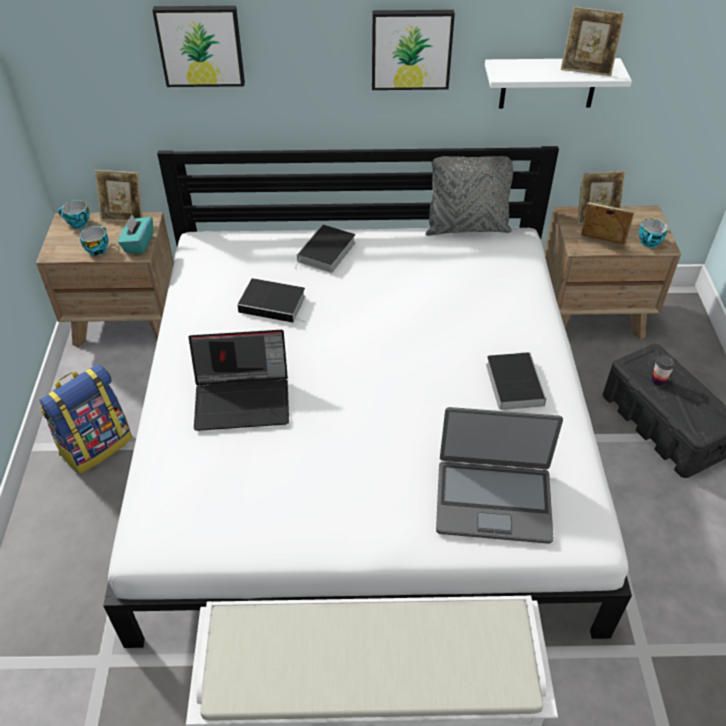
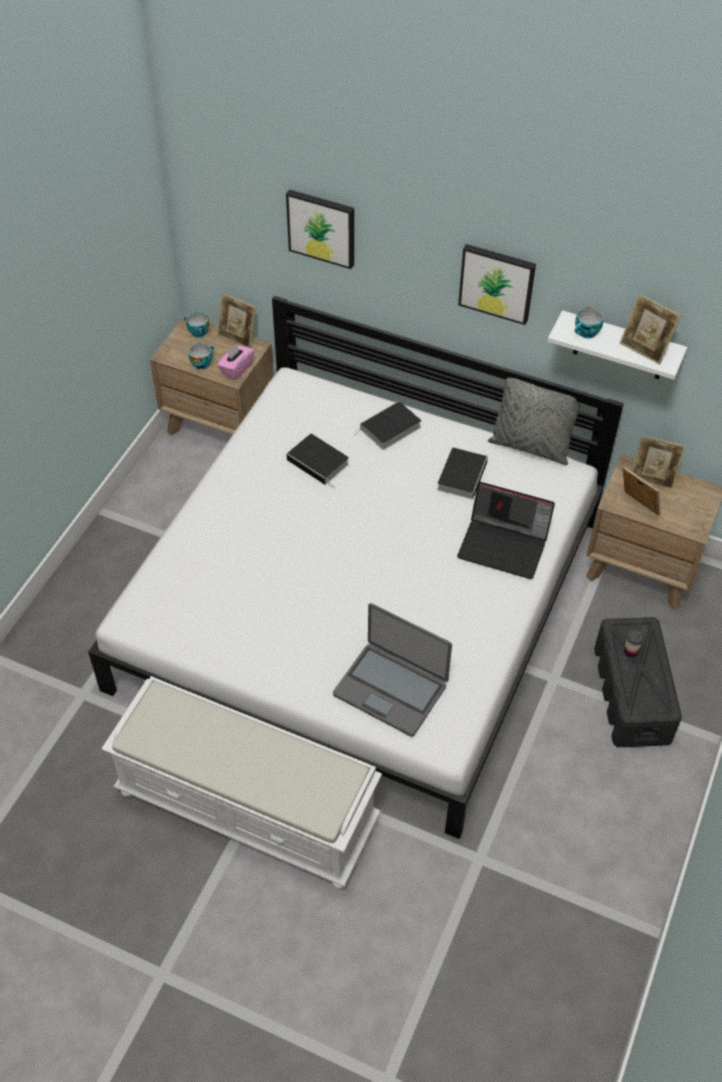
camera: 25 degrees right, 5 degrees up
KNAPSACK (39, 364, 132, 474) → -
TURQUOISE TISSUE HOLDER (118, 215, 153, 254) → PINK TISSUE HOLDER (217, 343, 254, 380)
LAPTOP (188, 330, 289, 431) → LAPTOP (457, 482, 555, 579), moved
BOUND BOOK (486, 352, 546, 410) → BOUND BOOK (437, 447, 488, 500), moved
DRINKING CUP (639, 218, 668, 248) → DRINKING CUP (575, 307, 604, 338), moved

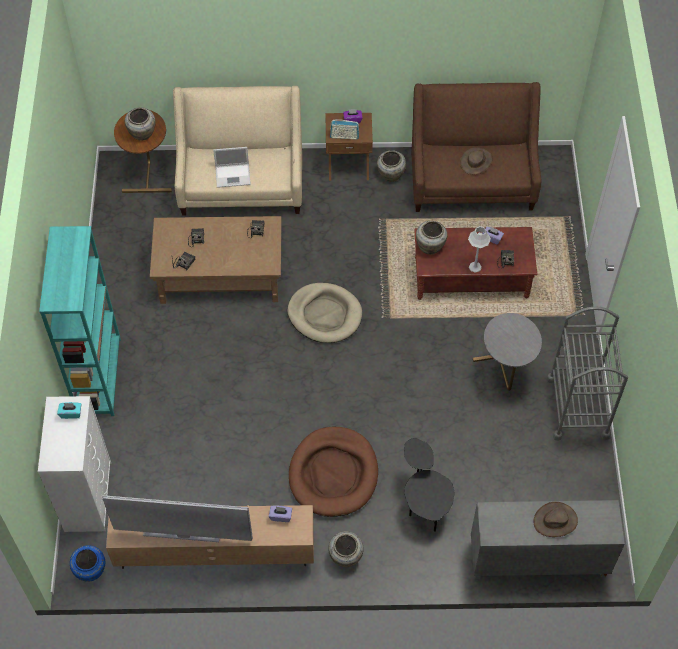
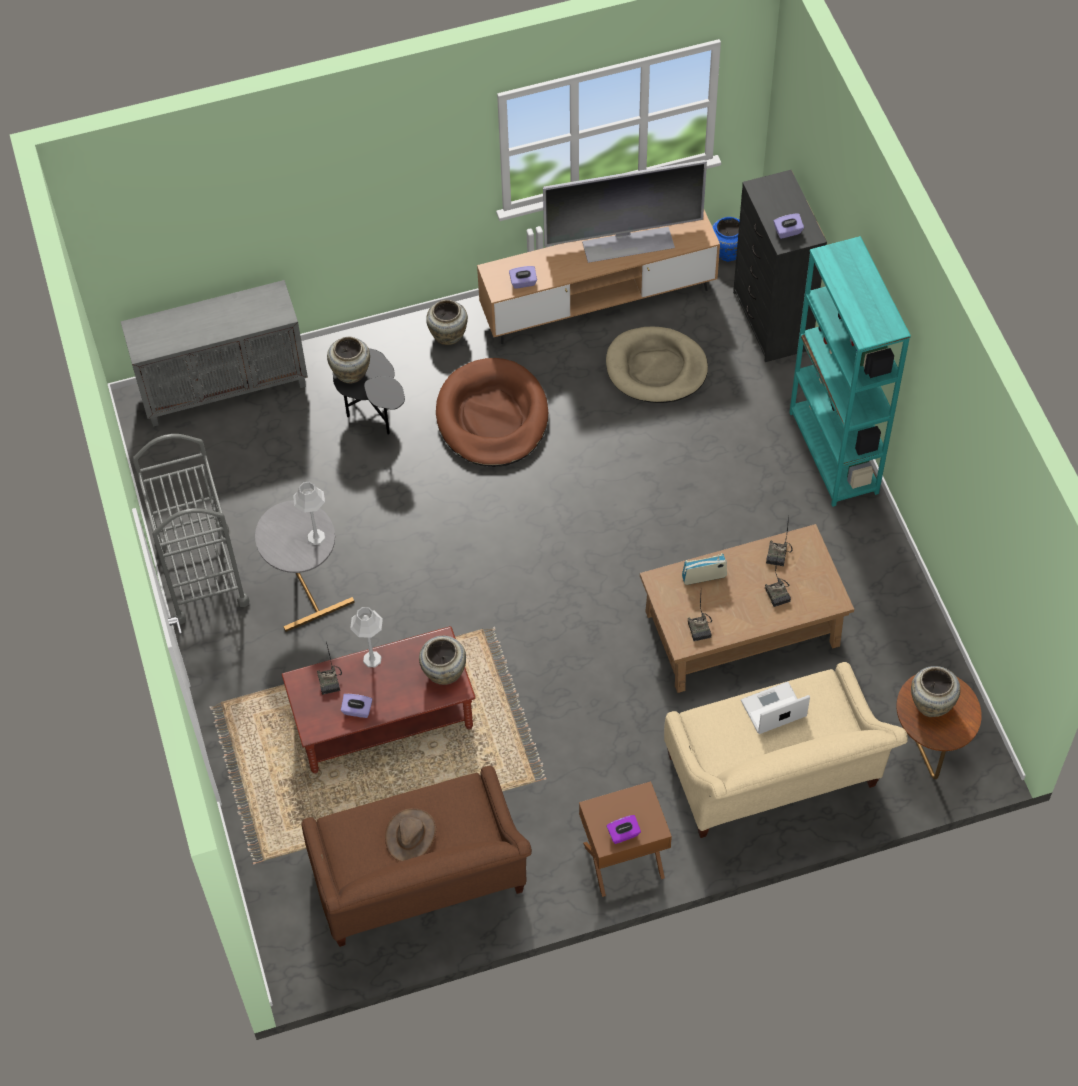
camera: 165 degrees right, 0 degrees up
WHITISH DRAWER CHEST (38, 396, 111, 532) → BLACK-COLOURED DRAWER CHEST (733, 170, 827, 362)
TURQUOISE TISSUE HOLDER (57, 402, 82, 419) → PURPLE-COLOURED TISSUE HOLDER (774, 214, 804, 239)
BEIGE DOG BED (287, 283, 362, 343) → BEIGE DOG BED (606, 327, 708, 403), moved
RADIO SET (330, 119, 359, 140) → RADIO SET (682, 553, 727, 585), moved
BEIGE FLOWER VASE (377, 150, 406, 182) → BEIGE FLOWER VASE (327, 337, 370, 384), moved
BROWN HAT (533, 502, 578, 537) → -
- → GREY LAMP FOR A TABLE (293, 482, 325, 545)

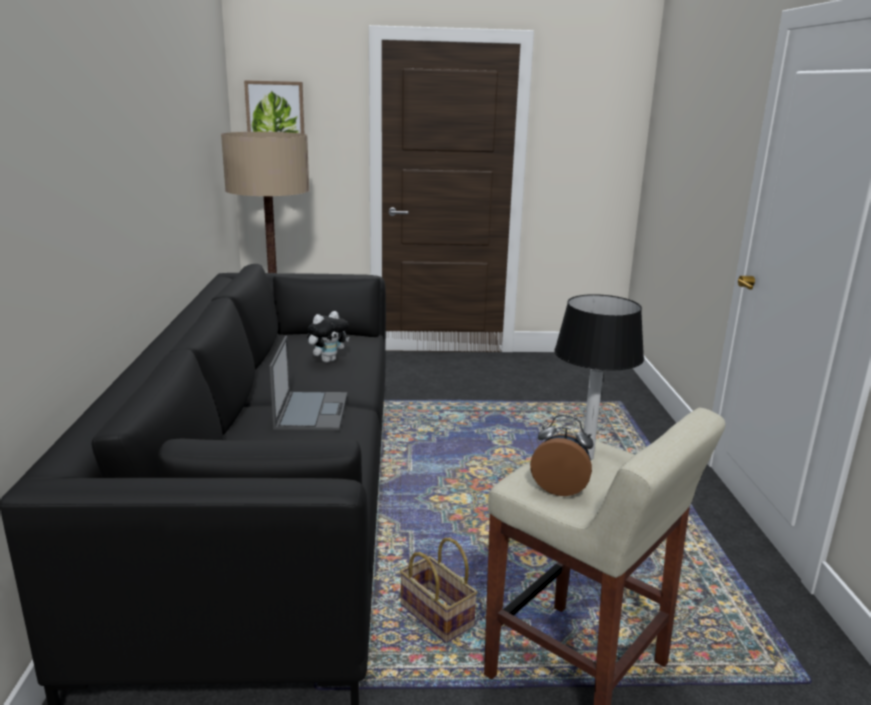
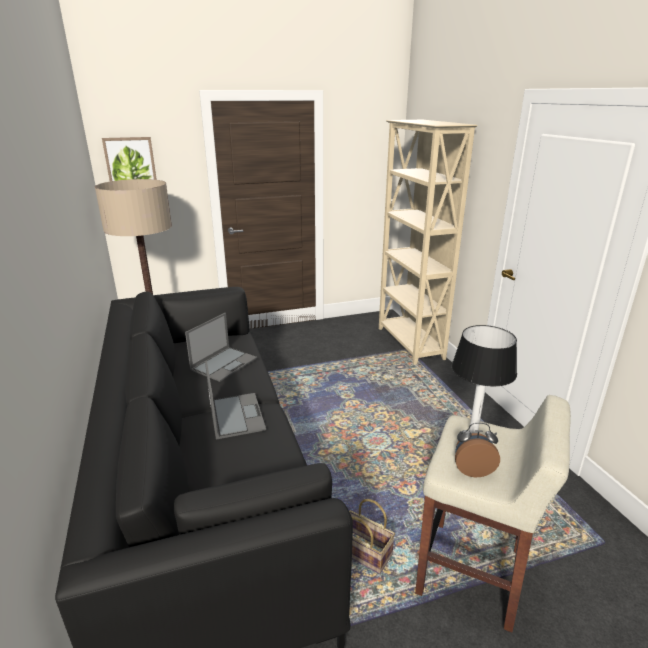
camera: 15 degrees left, 5 degrees up
PLUSH TOY (308, 311, 349, 363) → LAPTOP (185, 313, 257, 382)
- → BEIGE SHELVING UNIT (379, 120, 478, 365)

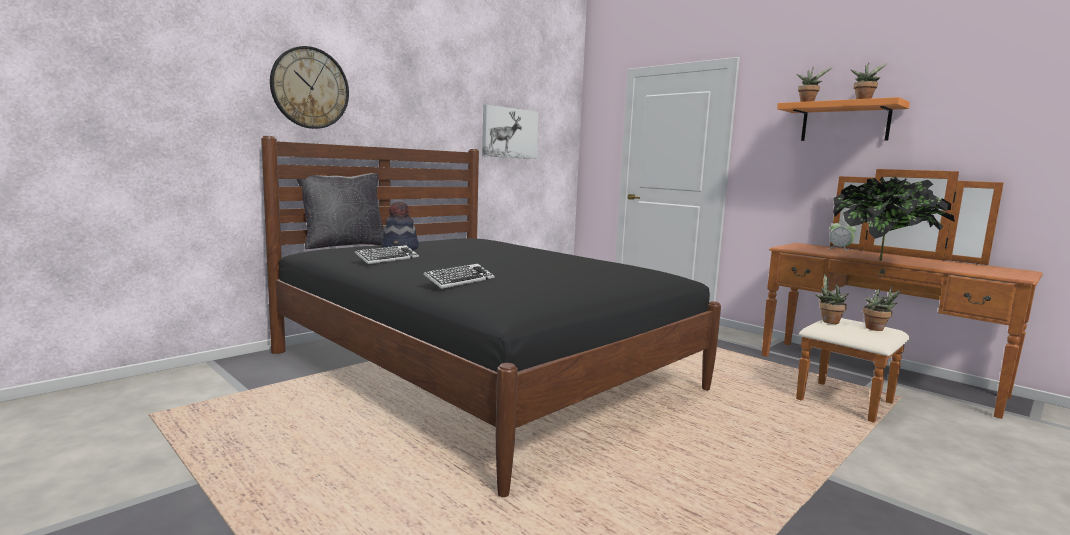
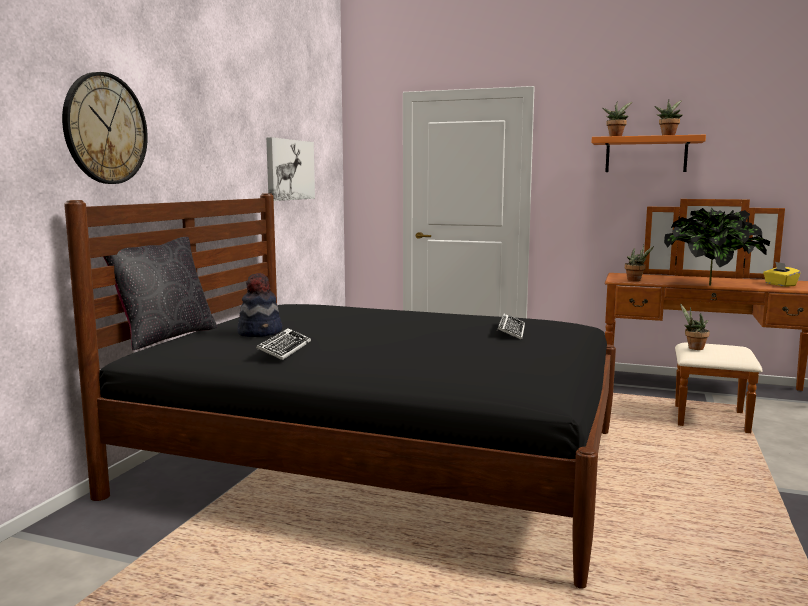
camera: 25 degrees left, 0 degrees up
PC KEYBOARD (423, 263, 494, 289) → PC KEYBOARD (497, 313, 525, 340), moved
ALARM CLOCK (828, 220, 857, 251) → -
POTTED PLANT (863, 286, 901, 331) → POTTED PLANT (625, 245, 654, 281), moved
- → YELLOW TISSUE HOLDER (763, 262, 801, 287)

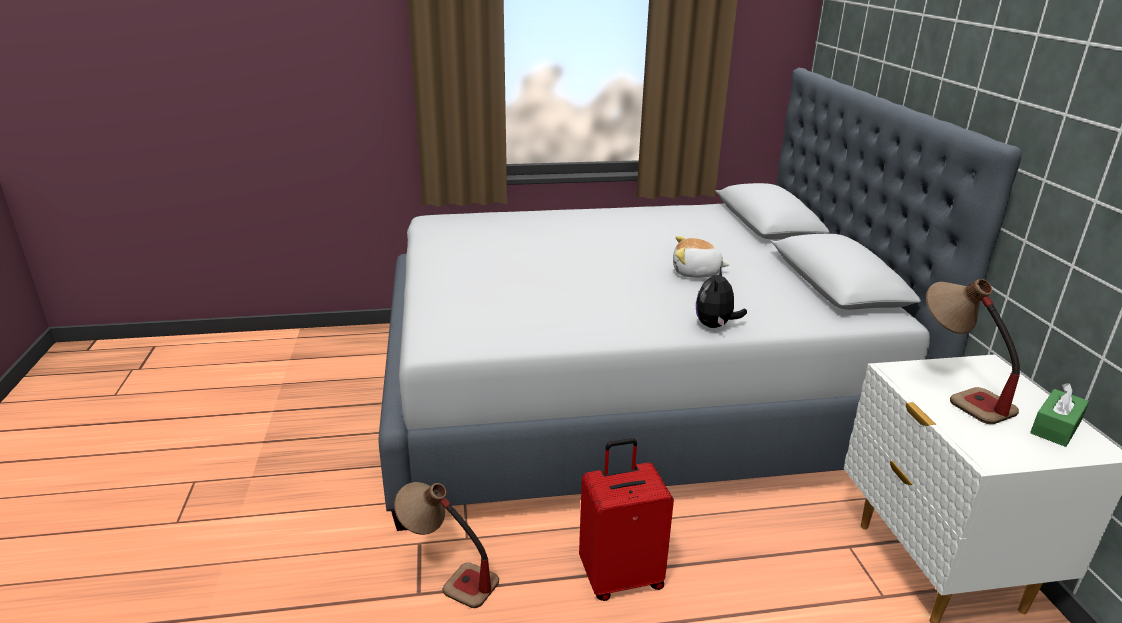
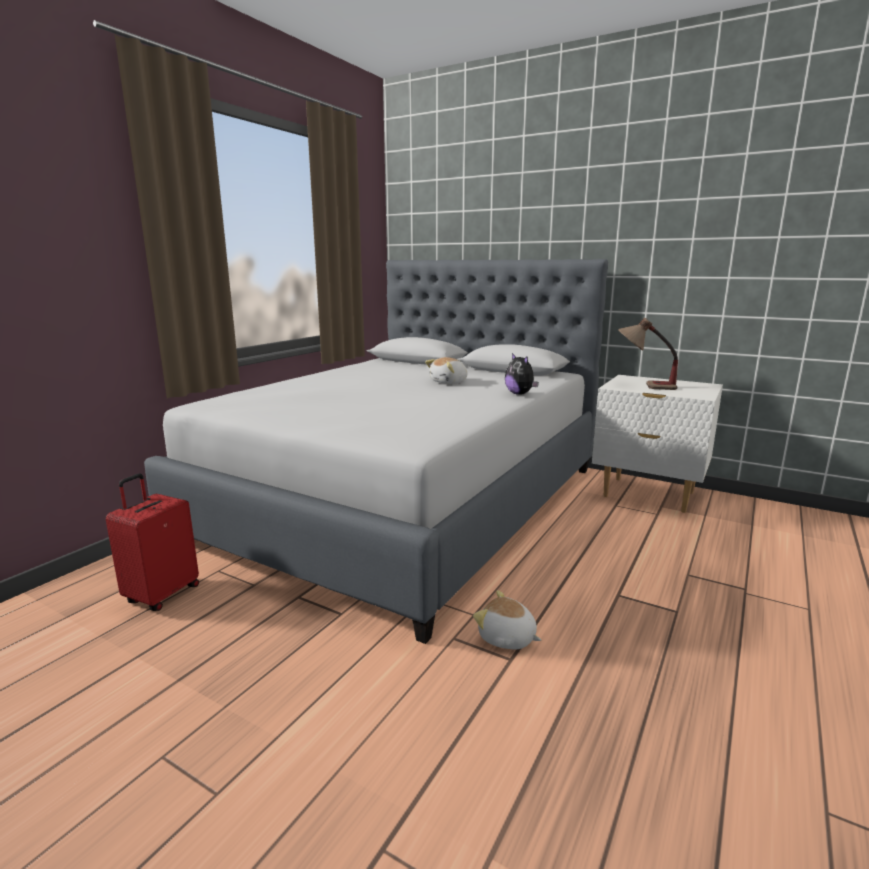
camera: 50 degrees left, 10 degrees down
LAMP FOR A TABLE (394, 482, 499, 608) → PLUSH TOY (473, 590, 541, 649)
RED SUITCASE (579, 438, 674, 601) → RED SUITCASE (106, 473, 199, 611), moved
GREENISH TISSUE HOLDER (1030, 383, 1089, 447) → -

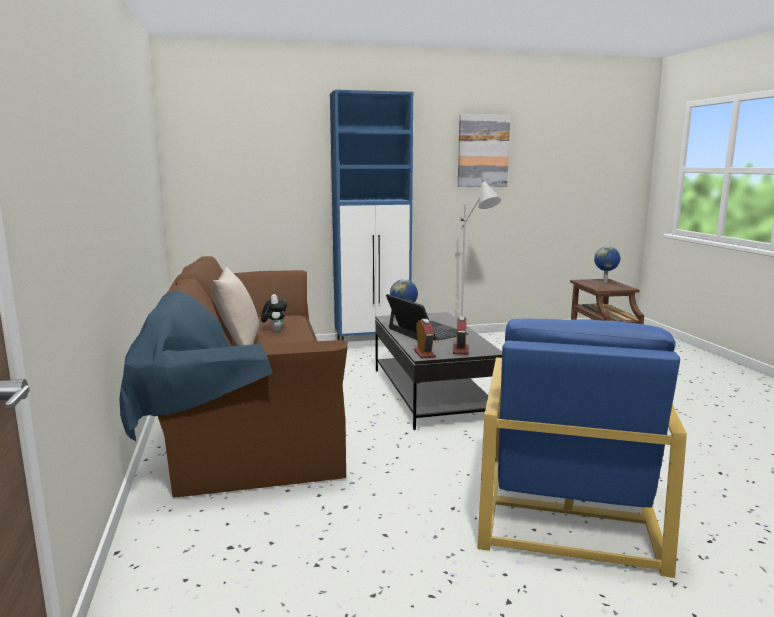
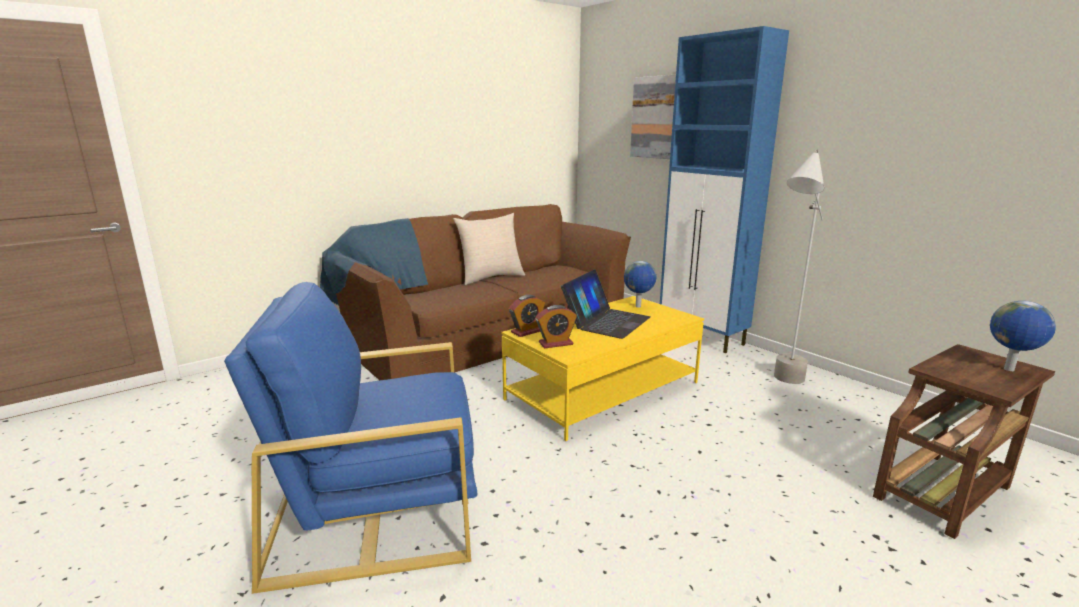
camera: 65 degrees right, 5 degrees up
PLUSH TOY (261, 294, 287, 332) → -
BLACK-COLOURED COFFEE TABLE (375, 312, 502, 430) → YELLOW COFFEE TABLE (502, 296, 704, 441)
WALL PICTURE (458, 114, 511, 187) → WALL PICTURE (630, 75, 676, 159), moved

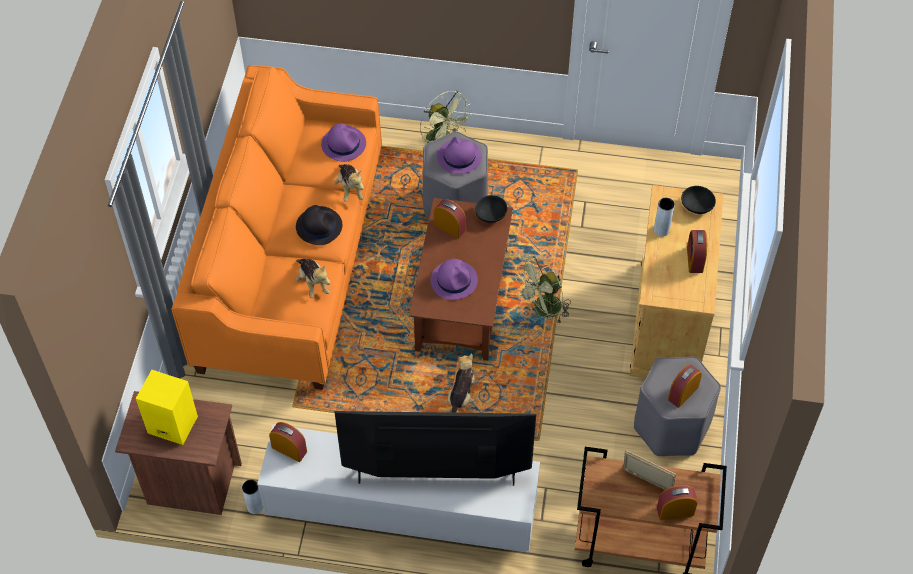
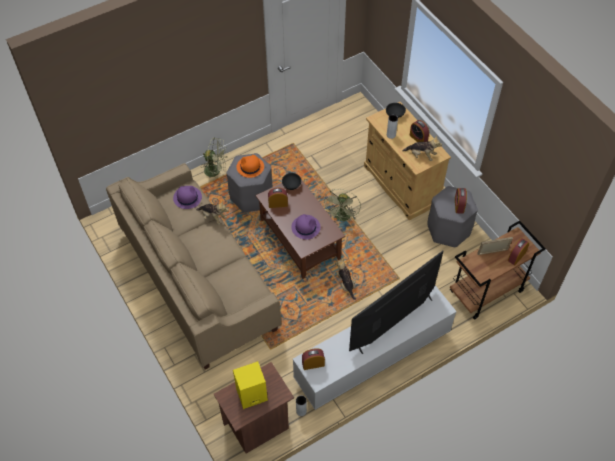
camera: 40 degrees left, 0 degrees up
ORANGEY SOFA (171, 65, 382, 390) → BEIGE SOFA (106, 163, 282, 370)
BLACK-COLOURED HAT (296, 205, 342, 245) → -
PLUSH TOY (296, 259, 330, 298) → PLUSH TOY (402, 136, 442, 161), moved
PURPLE-COLOURED HAT (437, 137, 482, 174) → ORANGEY HAT (237, 155, 264, 178)

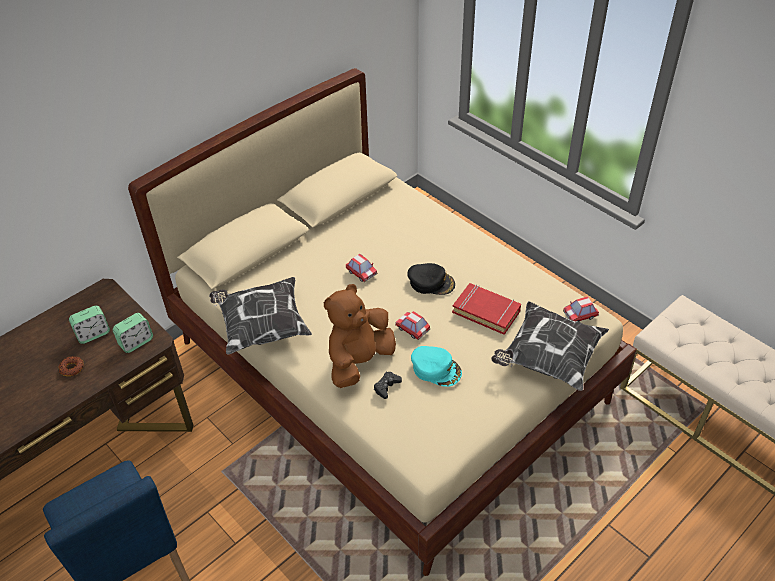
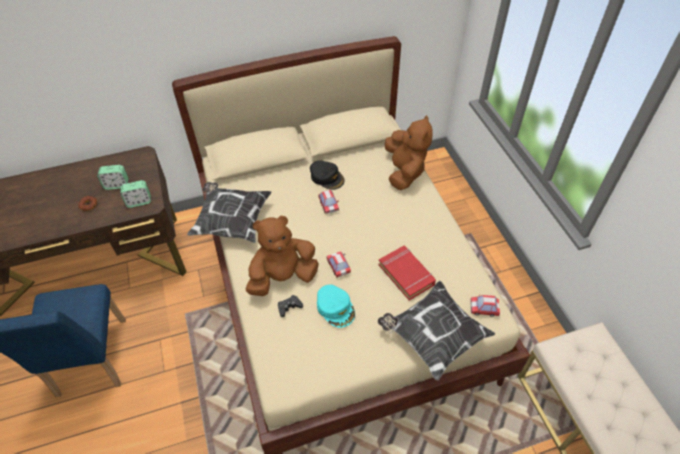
camera: 25 degrees right, 5 degrees up
BLACK-COLOURED PEAKED CAP (407, 263, 455, 295) → BLACK-COLOURED PEAKED CAP (310, 160, 345, 190), moved
- → BROWN PLUSH TOY (385, 115, 433, 190)

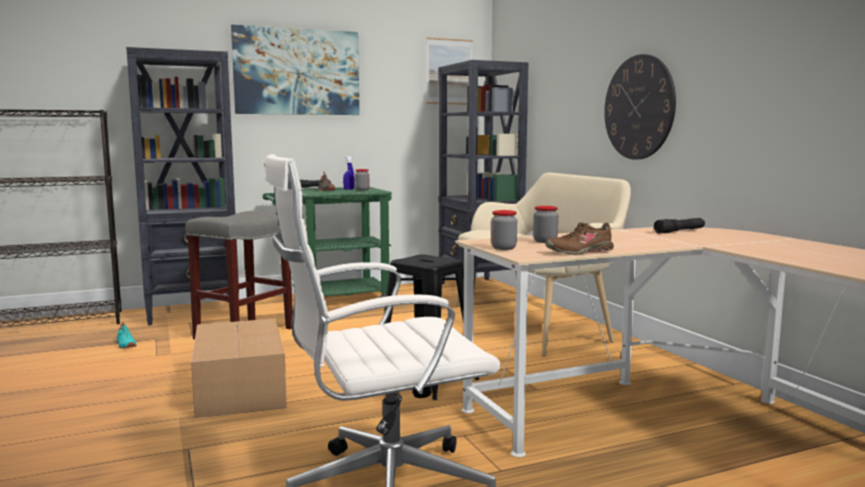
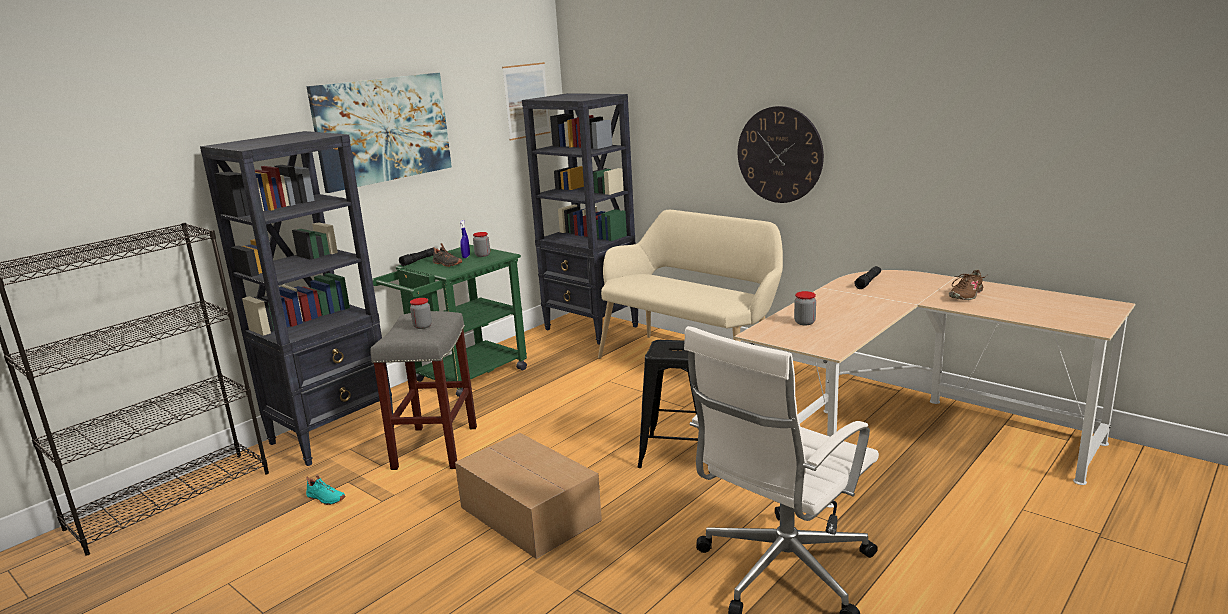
camera: 25 degrees left, 10 degrees up
STORAGE JAR (491, 210, 517, 250) → STORAGE JAR (410, 298, 432, 329), moved
BROWN ITEM OF FOOTWEAR (545, 222, 614, 255) → BROWN ITEM OF FOOTWEAR (949, 269, 987, 300), moved

